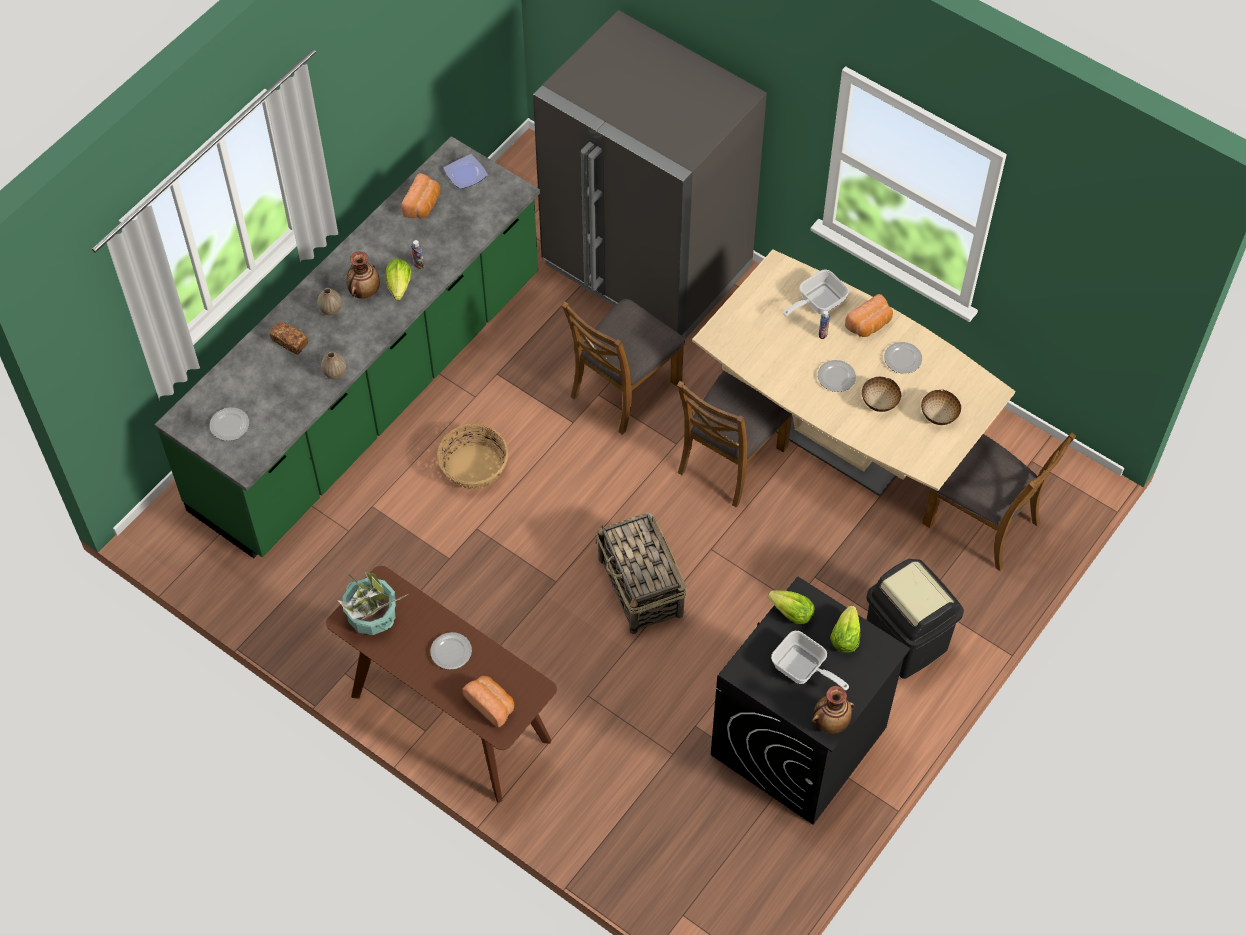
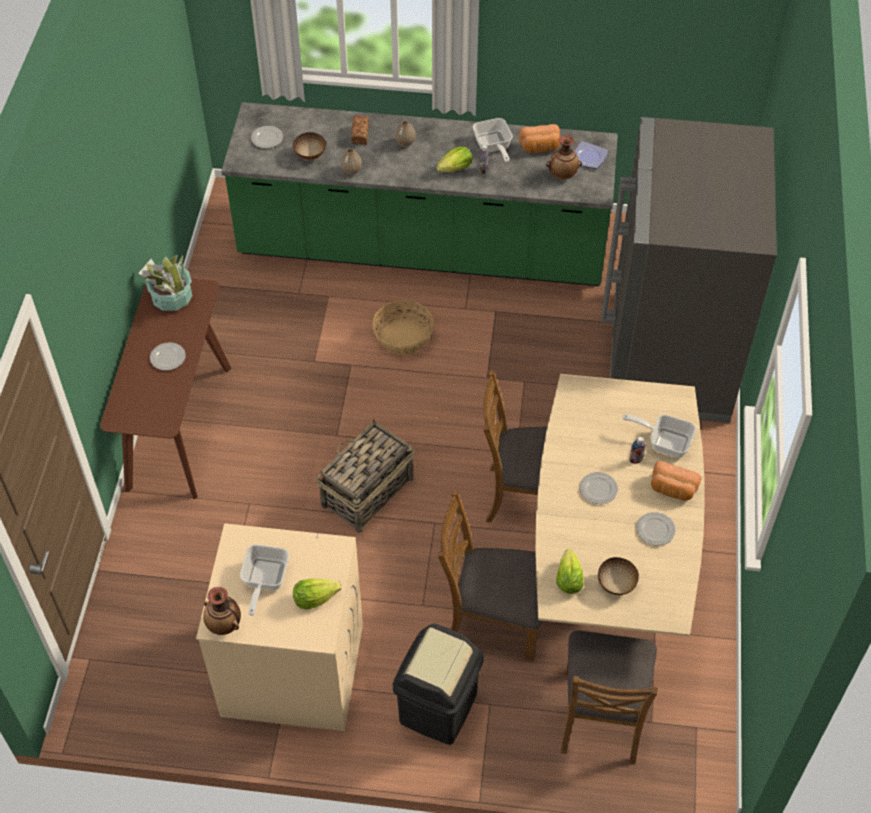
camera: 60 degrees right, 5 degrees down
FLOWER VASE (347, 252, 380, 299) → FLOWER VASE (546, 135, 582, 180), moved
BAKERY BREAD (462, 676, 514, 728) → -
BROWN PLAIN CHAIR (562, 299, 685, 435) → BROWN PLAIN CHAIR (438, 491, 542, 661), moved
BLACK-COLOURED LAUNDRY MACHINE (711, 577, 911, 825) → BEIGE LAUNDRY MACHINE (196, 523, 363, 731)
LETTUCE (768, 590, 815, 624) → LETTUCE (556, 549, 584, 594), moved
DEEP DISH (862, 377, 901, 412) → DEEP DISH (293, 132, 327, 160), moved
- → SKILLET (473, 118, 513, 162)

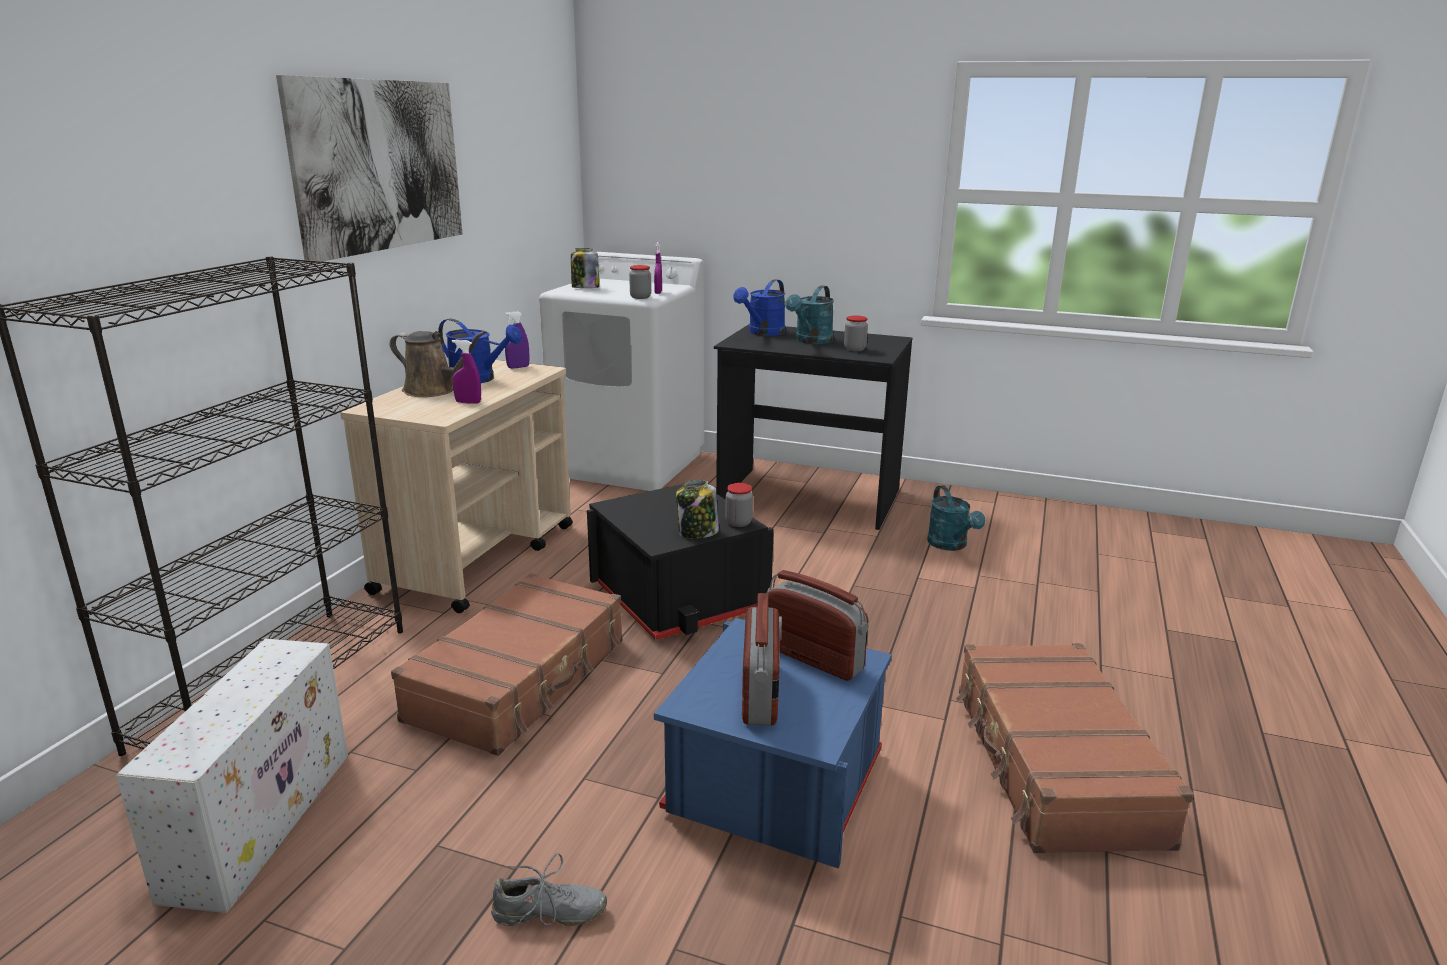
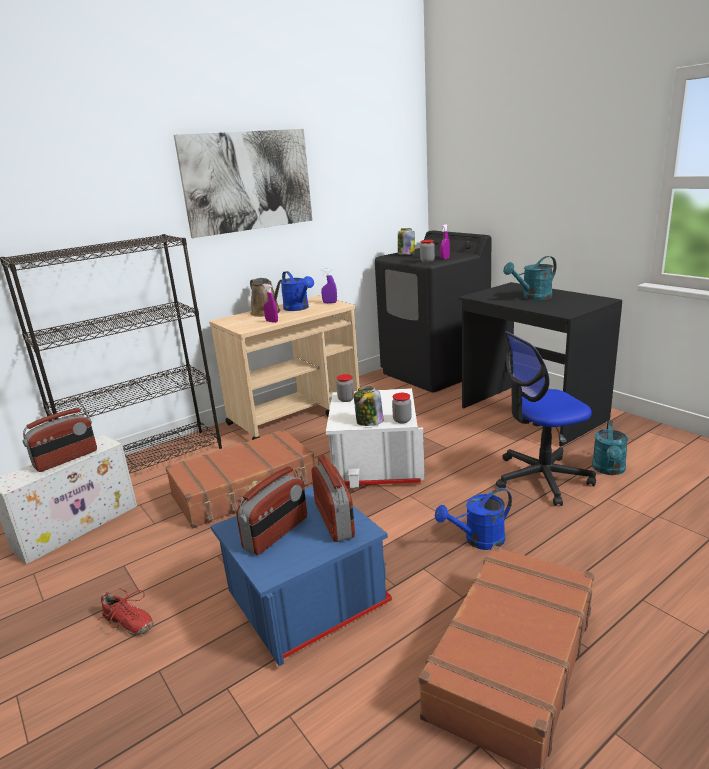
camera: 35 degrees right, 0 degrees up
GREY ITEM OF FOOTWEAR (491, 853, 607, 926) → RED ITEM OF FOOTWEAR (97, 588, 153, 635)
WHITISH LAUNDRY MACHINE (539, 252, 704, 491) → BLACK-COLOURED LAUNDRY MACHINE (375, 230, 491, 393)
BLACK-COLOURED STORAGE BIN (587, 484, 774, 640) → WHITISH STORAGE BIN (326, 388, 425, 488)
BLUE WATERING CAN (733, 279, 785, 336) → BLUE WATERING CAN (435, 488, 512, 550), moved
STORAGE JAR (844, 316, 868, 351) → STORAGE JAR (336, 374, 354, 402), moved
- → RADIO SET (23, 408, 97, 472)
- → DESK CHAIR (496, 331, 596, 506)

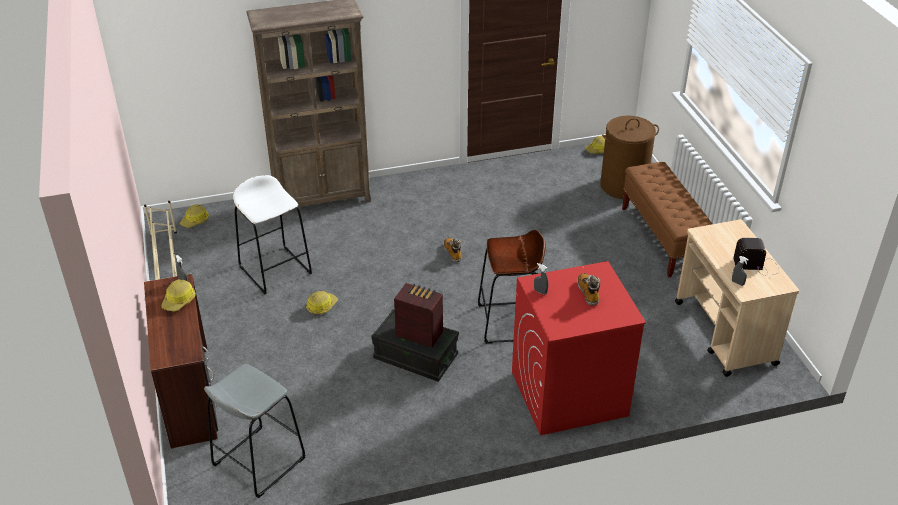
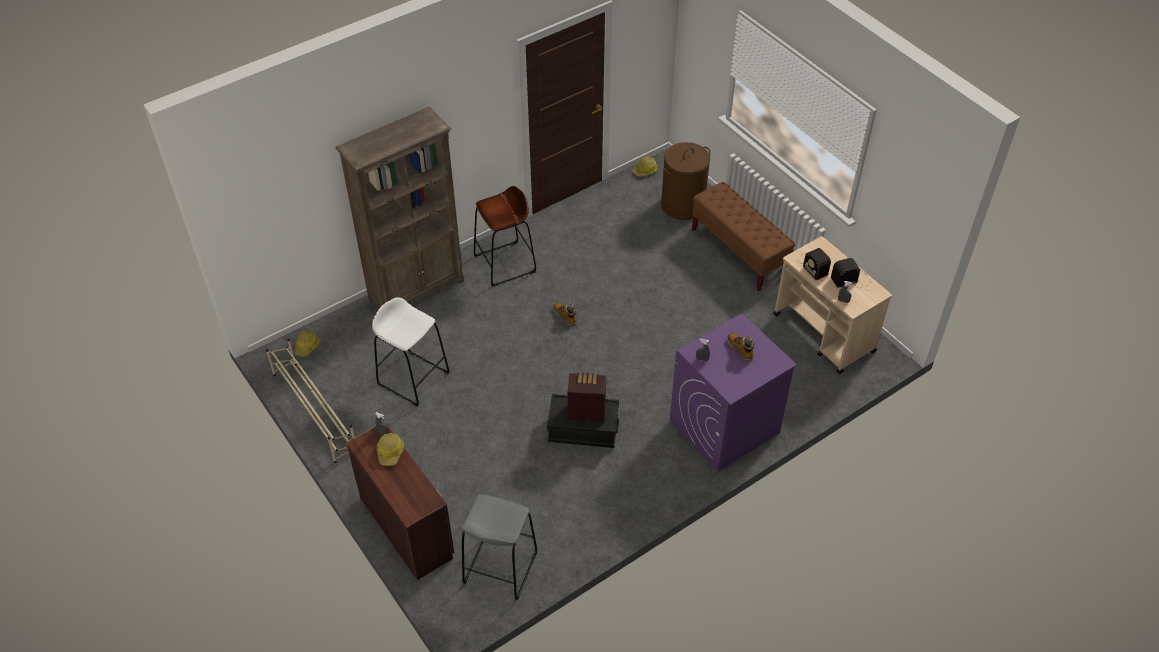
camera: 20 degrees left, 10 degrees up
WORK HELMET (306, 291, 338, 315) → -
BROWN STOOL SEAT (478, 230, 546, 344) → BROWN STOOL SEAT (474, 186, 536, 286), moved
RED LAUNDRY MACHINE (512, 261, 646, 436) → PURPLE-COLOURED LAUNDRY MACHINE (670, 313, 797, 472)
- → RADIO SET (796, 248, 831, 280)

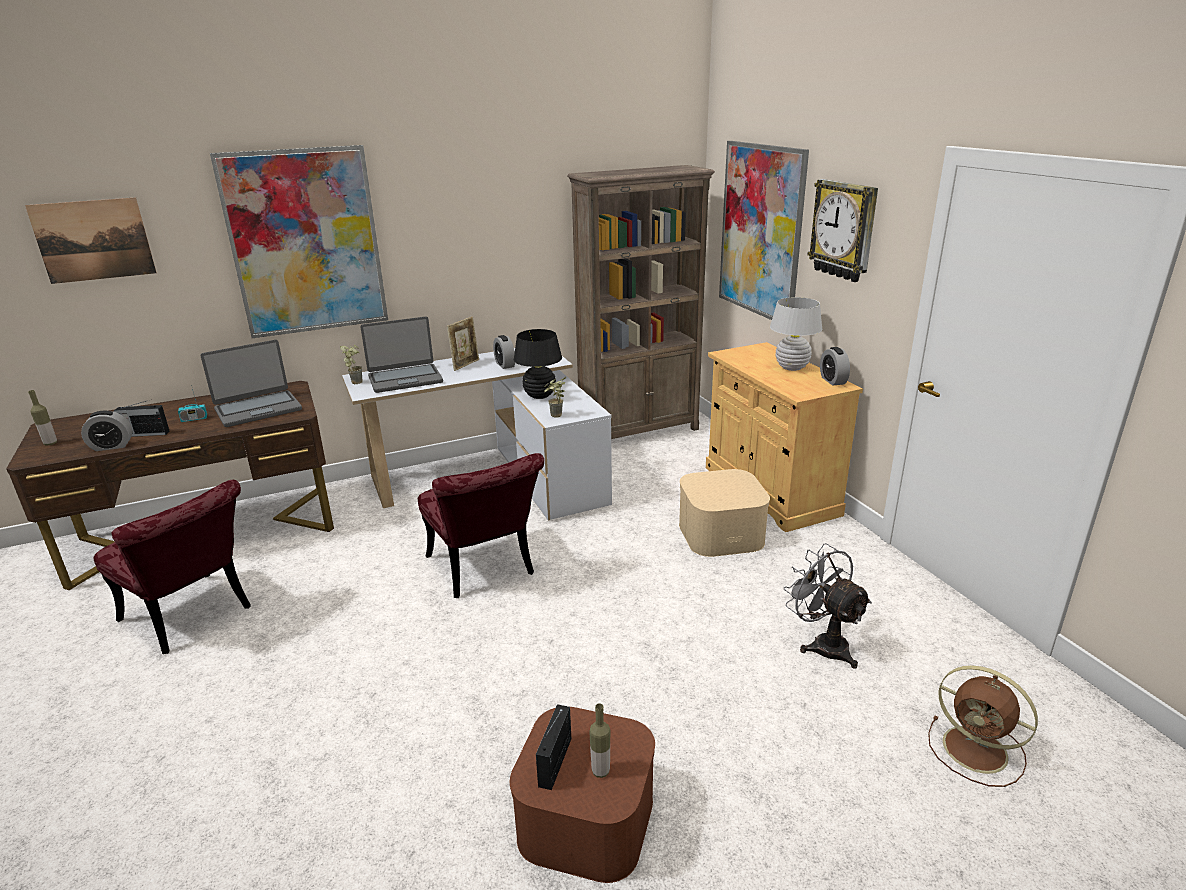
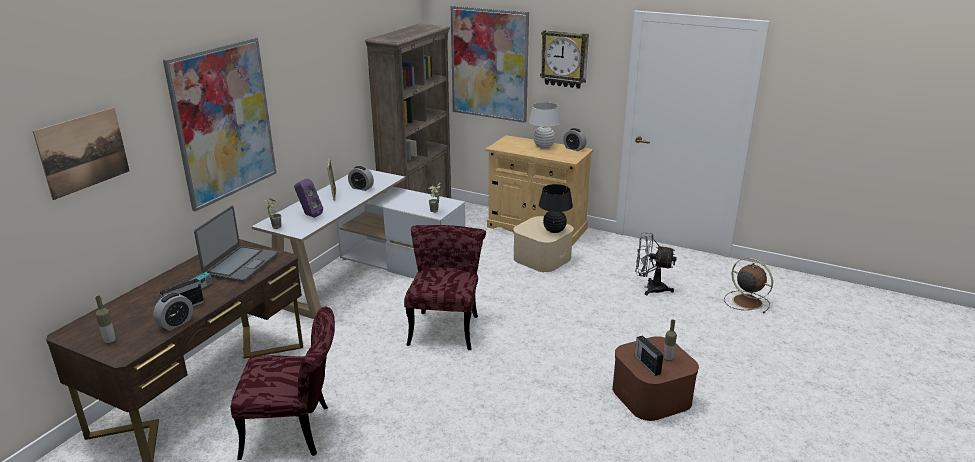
camera: 40 degrees left, 0 degrees up
LAPTOP (360, 316, 443, 393) → PURPLE-COLOURED AUDIO SPEAKER (294, 178, 323, 218)
RED PLAIN CHAIR (418, 453, 544, 598) → RED PLAIN CHAIR (404, 225, 486, 350), 105 degrees counterclockwise
BLACK-COLOURED LAMP FOR A TABLE (514, 329, 562, 399) → BLACK-COLOURED LAMP FOR A TABLE (539, 184, 573, 233), moved
BROWN COOLING FAN (928, 665, 1038, 787) → BROWN COOLING FAN (724, 258, 773, 313), 135 degrees counterclockwise

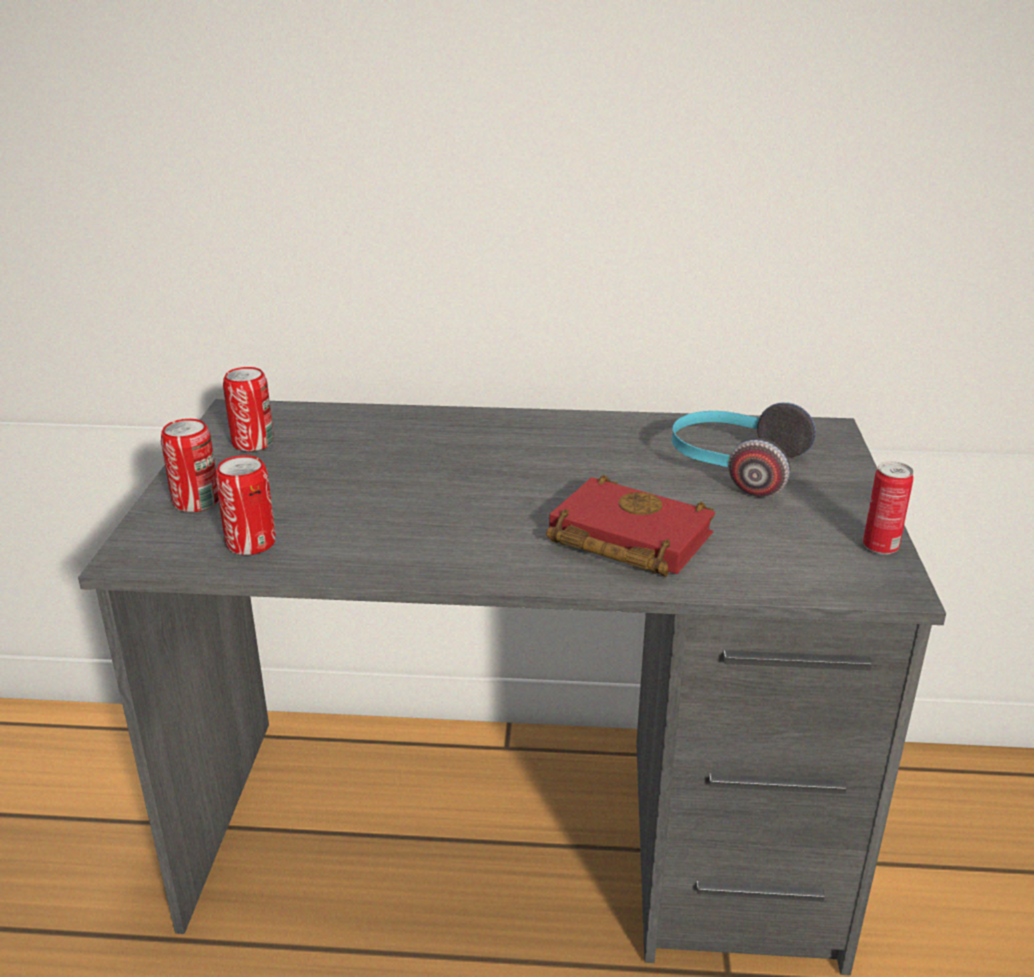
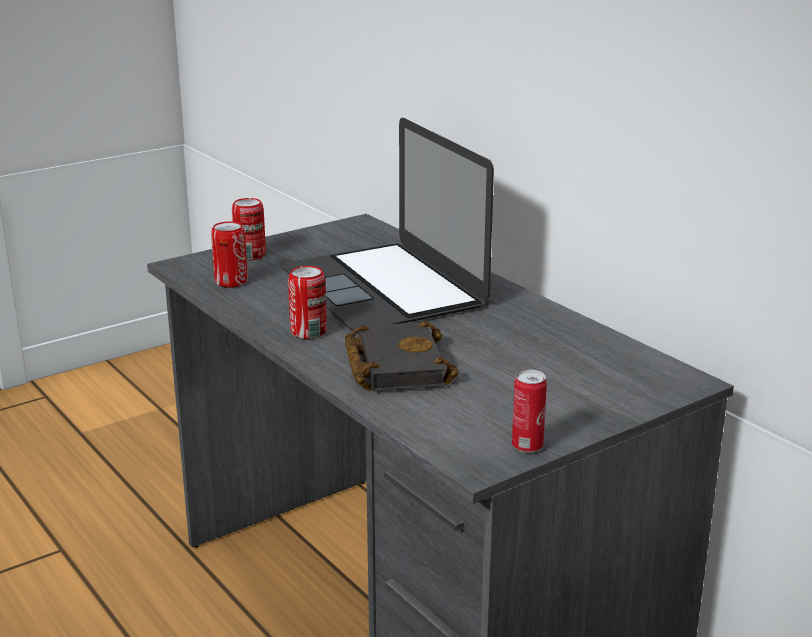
camera: 50 degrees right, 5 degrees down
SEALED CAN (223, 367, 274, 452) → SEALED CAN (288, 266, 327, 339), moved
RED BOUND BOOK (546, 475, 715, 577) → BLACK-COLOURED BOUND BOOK (345, 321, 458, 391)
PAIR OF HEADPHONES (672, 402, 816, 497) → -
- → LAPTOP (281, 118, 494, 332)

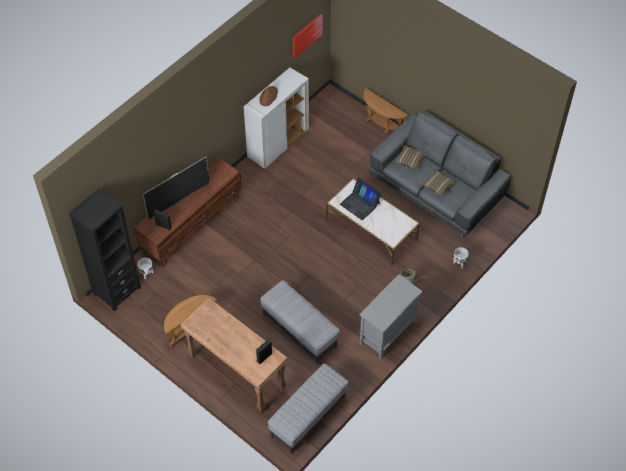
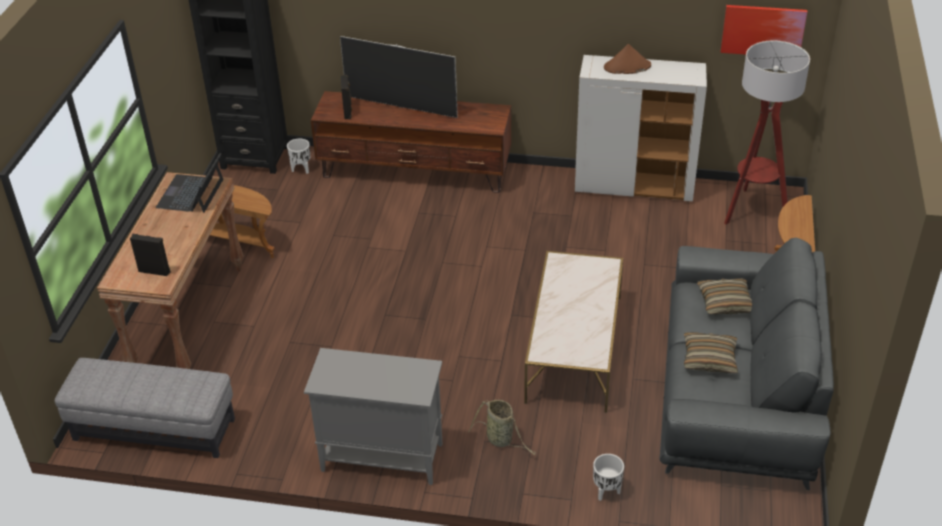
camera: 60 degrees right, 15 degrees down
GREY OTTOMAN (261, 280, 340, 364) → -
LAPTOP (340, 177, 382, 221) → LAPTOP (156, 153, 223, 213), moved
- → FLOOR LAMP (724, 40, 810, 225)

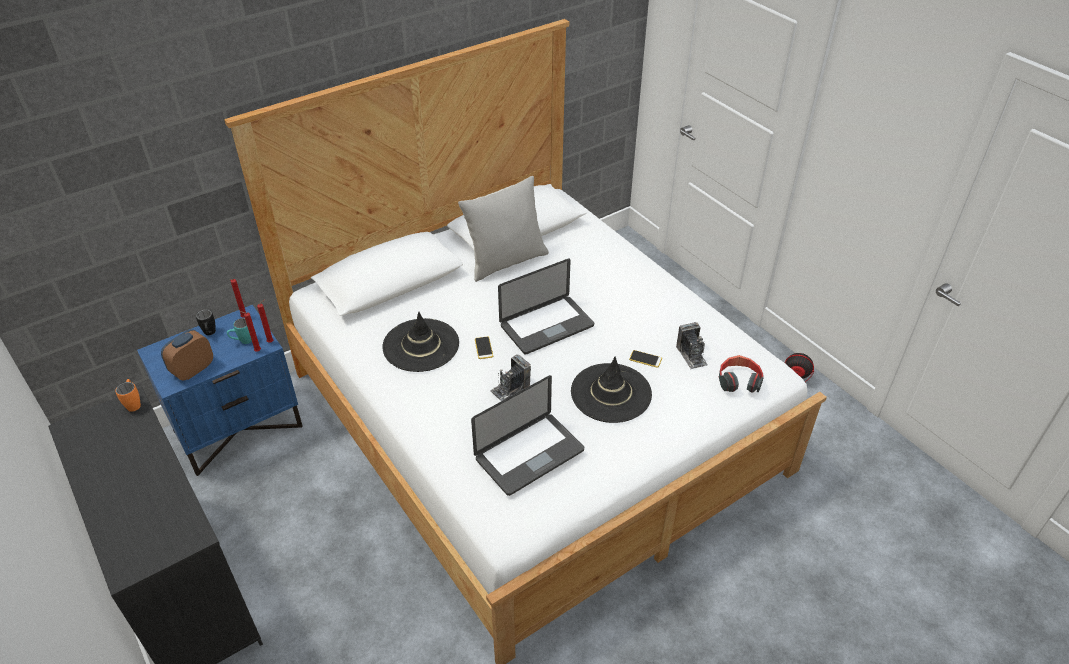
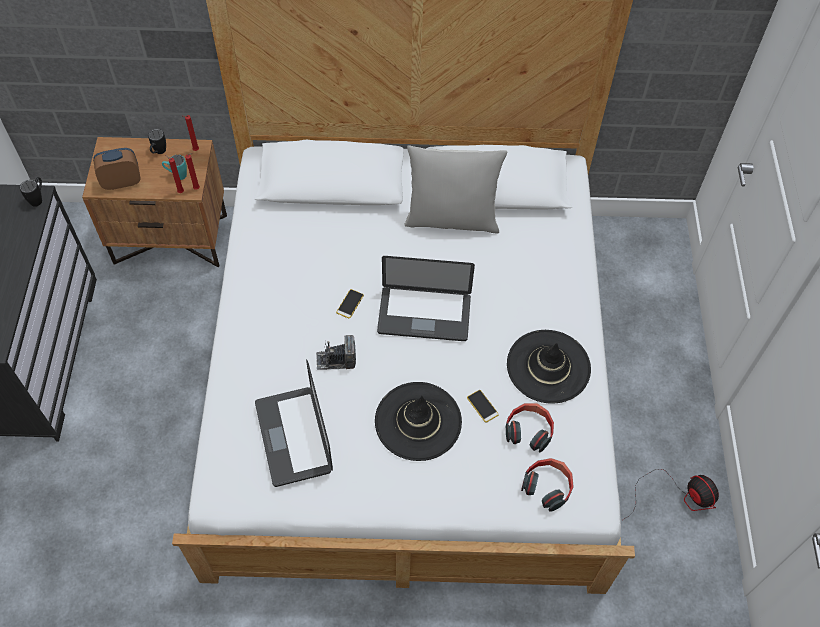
camera: 35 degrees right, 15 degrees up
ORANGEY MUG (115, 379, 141, 412) → BLACK-COLOURED MUG (20, 177, 42, 207)
BLUE NIGHT TABLE (137, 305, 302, 476) → BROWN NIGHT TABLE (82, 137, 227, 267)
BLACK-COLOURED HAT (382, 312, 459, 372) → BLACK-COLOURED HAT (507, 330, 591, 404), moved
LAPTOP (471, 375, 584, 496) → LAPTOP (255, 359, 333, 487), 75 degrees clockwise
PHOTO CAMERA (676, 322, 708, 369) → PAIR OF HEADPHONES (506, 403, 554, 452)

